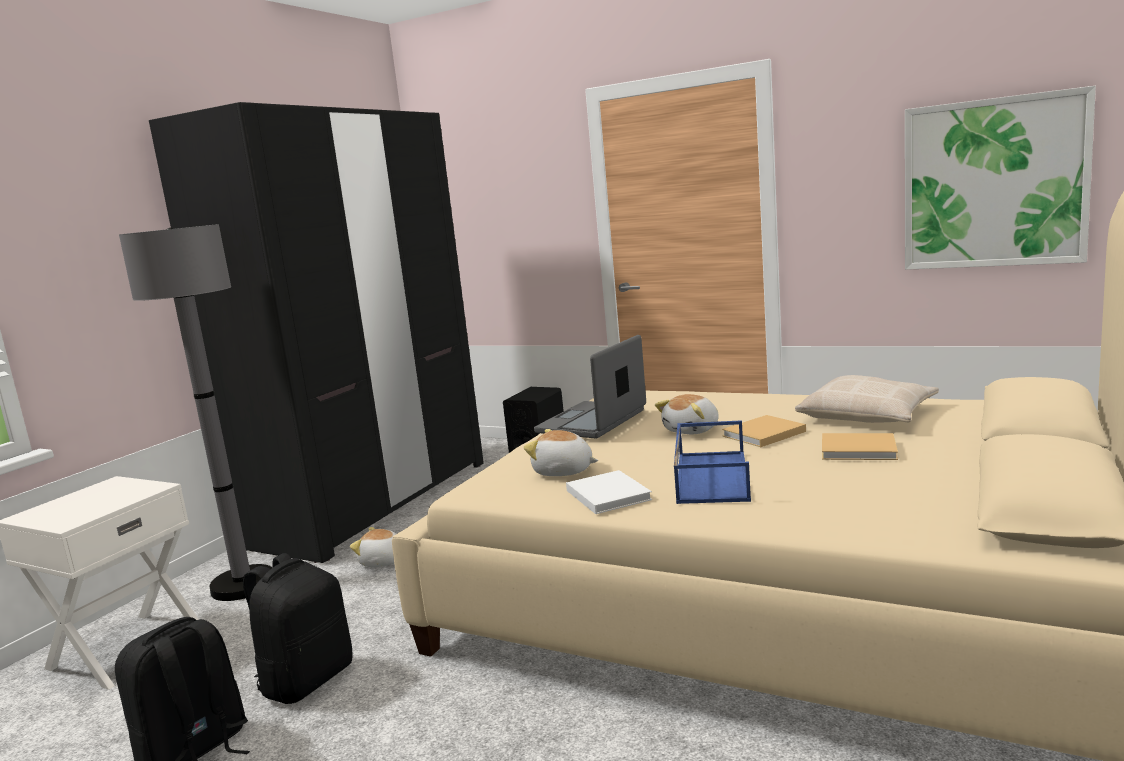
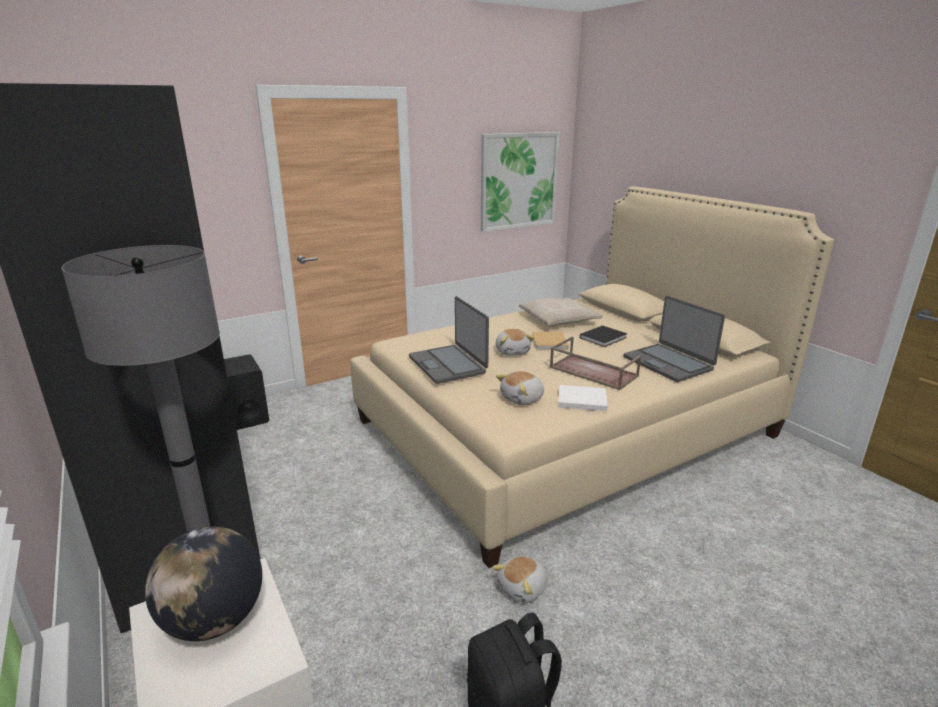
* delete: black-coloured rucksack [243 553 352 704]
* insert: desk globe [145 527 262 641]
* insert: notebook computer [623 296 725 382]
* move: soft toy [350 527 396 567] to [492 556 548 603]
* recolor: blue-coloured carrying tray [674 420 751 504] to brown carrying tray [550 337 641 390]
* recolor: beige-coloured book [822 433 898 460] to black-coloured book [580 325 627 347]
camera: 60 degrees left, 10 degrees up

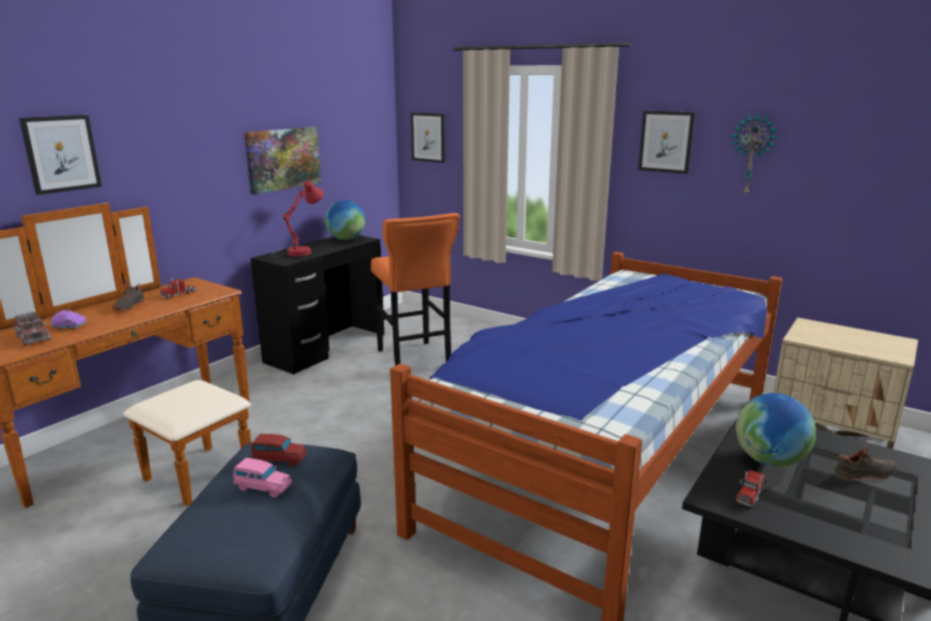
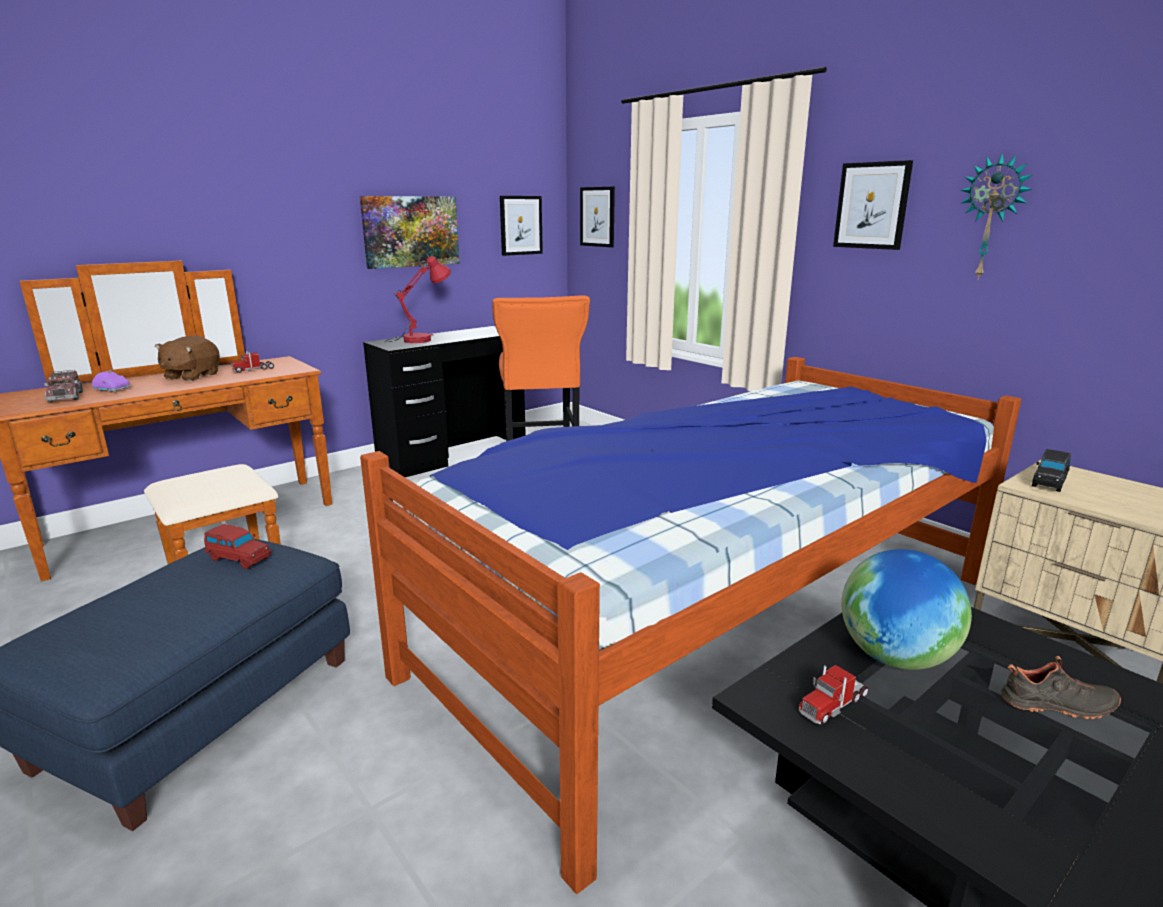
* delete: pink-coloured toy car [233 458 292 498]
* delete: desk globe [325 200 365 240]
* insert: black-coloured toy car [1032 449 1071 492]
* move: wall picture [19 115 102 195] to [500 196 543 256]
* replace: black-coloured item of footwear [112 281 145 310] to brown soft toy [155 335 220 381]
camera: 15 degrees right, 0 degrees up

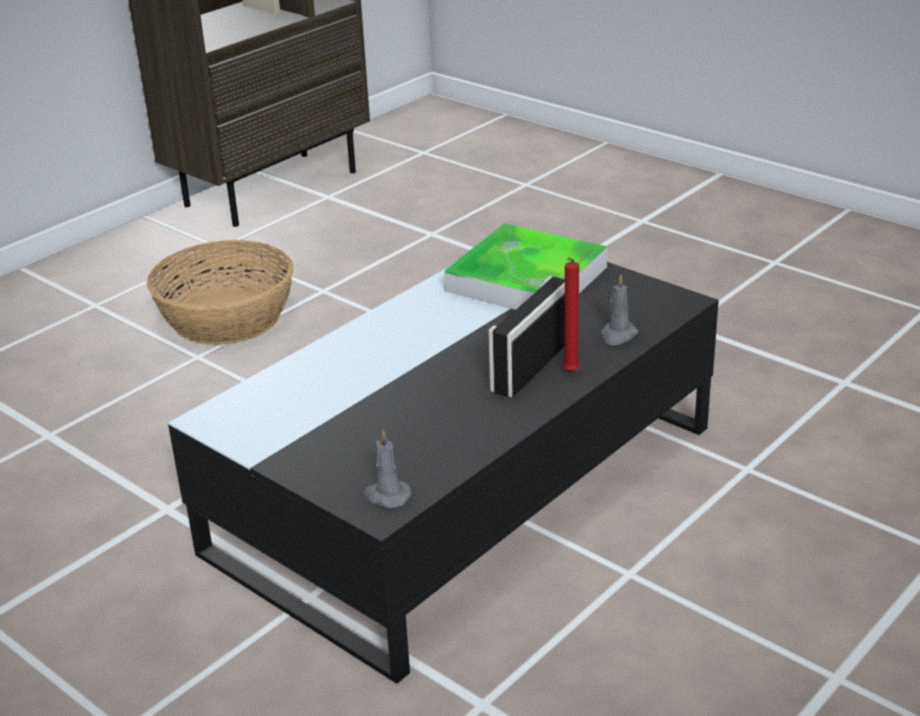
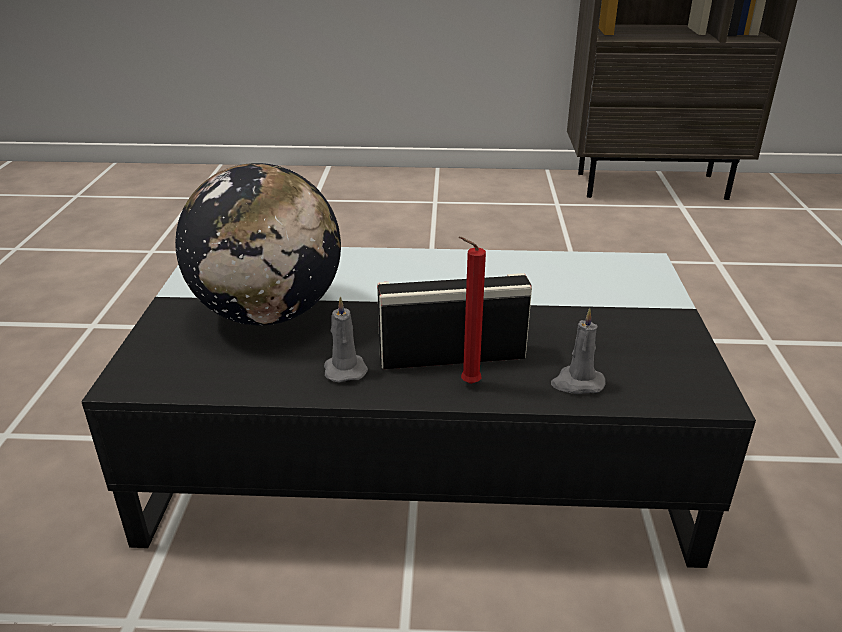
* delete: basket [147 240 294 345]
* delete: carrying tray [444 223 607 310]
* insert: desk globe [175 163 341 325]
* move: greyish wax candle [364 430 412 508] to [324 296 368 383]
camera: 50 degrees right, 0 degrees up

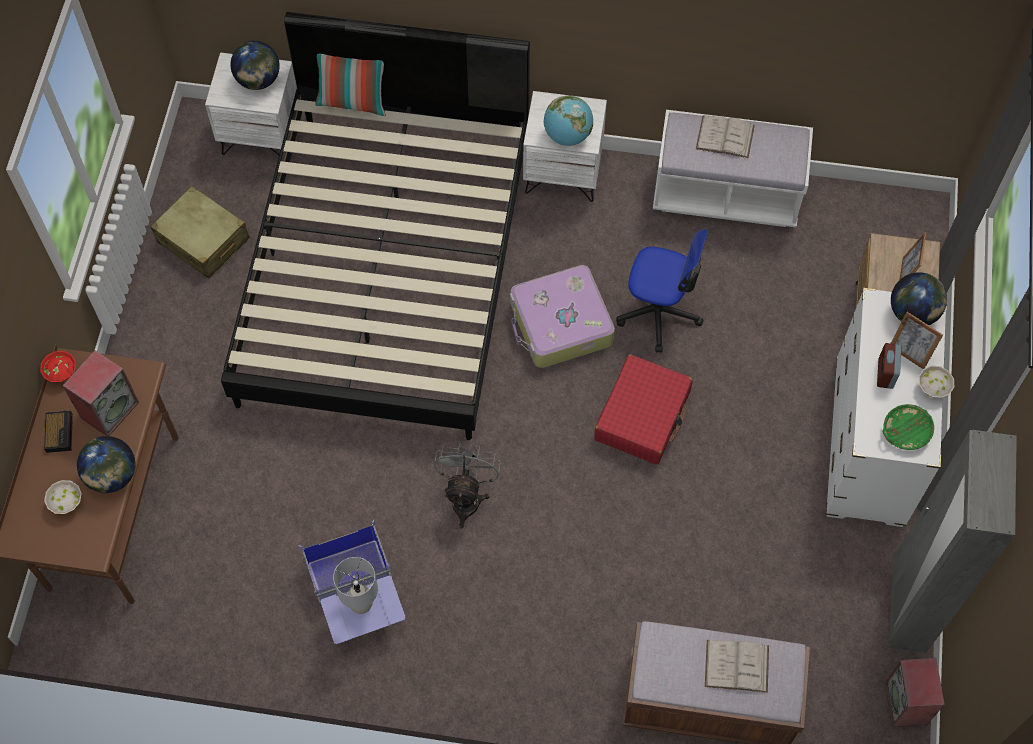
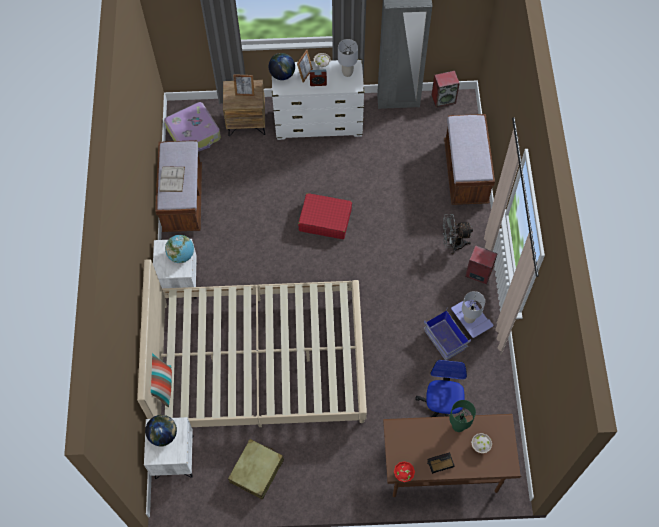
* delete: white book [705 640 769 693]
* move: speaker [63 350 139 436] to [465 245 497 284]
* move: greyish electric fan [434 442 501 529] to [442 214 473 254]
* move: piece of luggage [510 265 615 368] to [164 102 221 152]
* move: computer chair [616 229 708 353] to [415 360 467 417]
* replace: desk globe [77 436 136 493] to green-coloured tabletop lamp [449 400 476 432]
* replace: green-coloured serving bowl [882 404 934 450] to greyish tabletop lamp [338 39 358 77]
* recolor: black-coloured bedroom bed [221 12 530 440] to beige-coloured bedroom bed [137 259 367 427]
* recolor: white indoor bench [653 110 813 227] to brown indoor bench [155 140 202 232]
camera: 100 degrees left, 0 degrees up

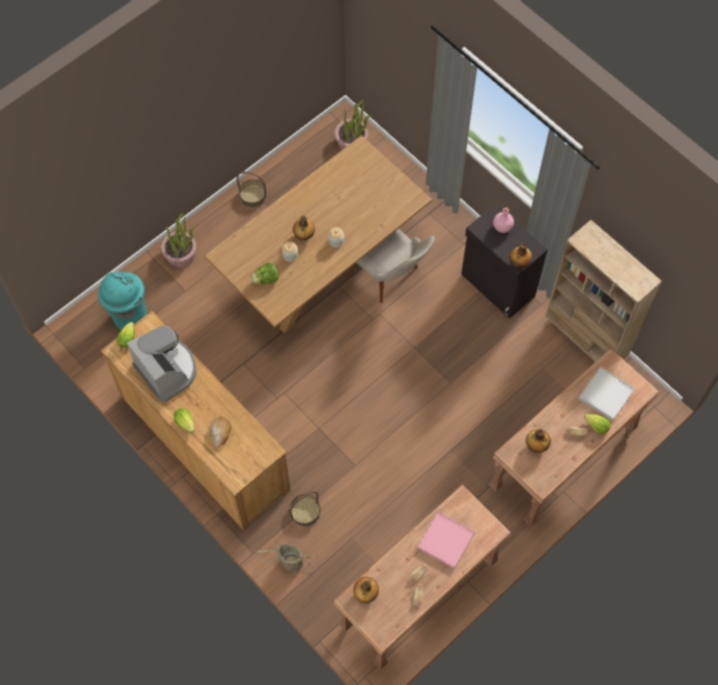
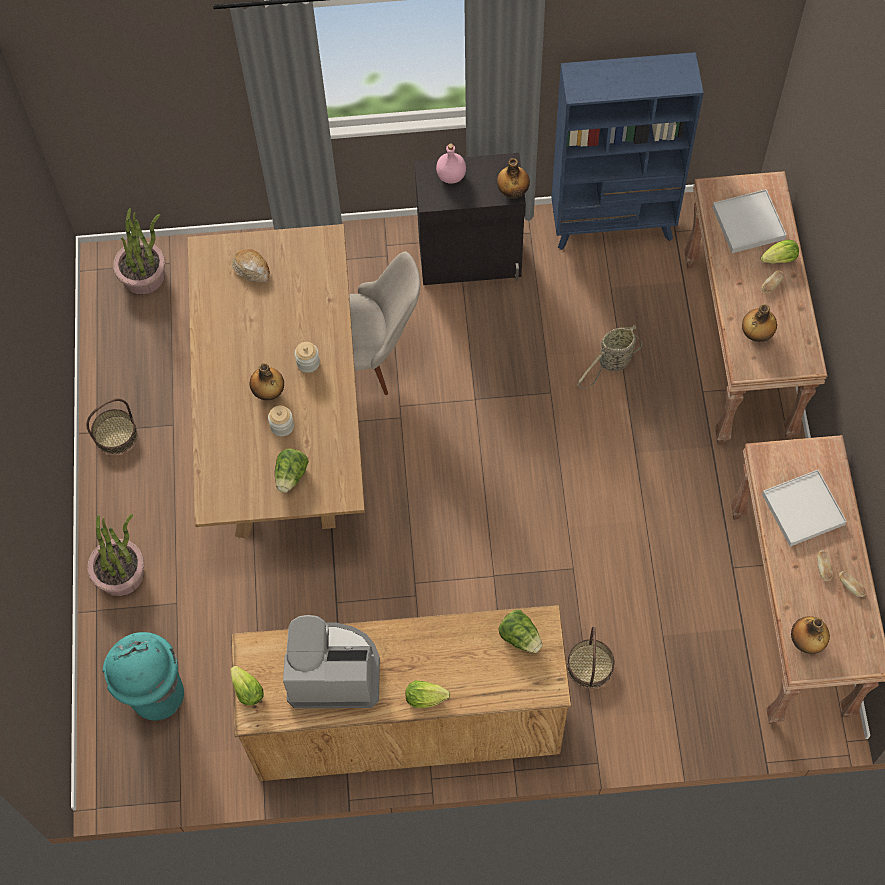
* insert: lettuce head [499 610 542 653]
* move: bread [210 416 231 447] to [232 249 270 282]
* move: basket [256 543 317 571] to [577 325 642 389]
* recolor: pink-coloured carrying tray [417 511 475 569] to white carrying tray [762 470 847 547]
* recolor: beige-coloured bookcase [544 220 662 362] to blue-coloured bookcase [551 52 703 250]
camera: 50 degrees left, 0 degrees up

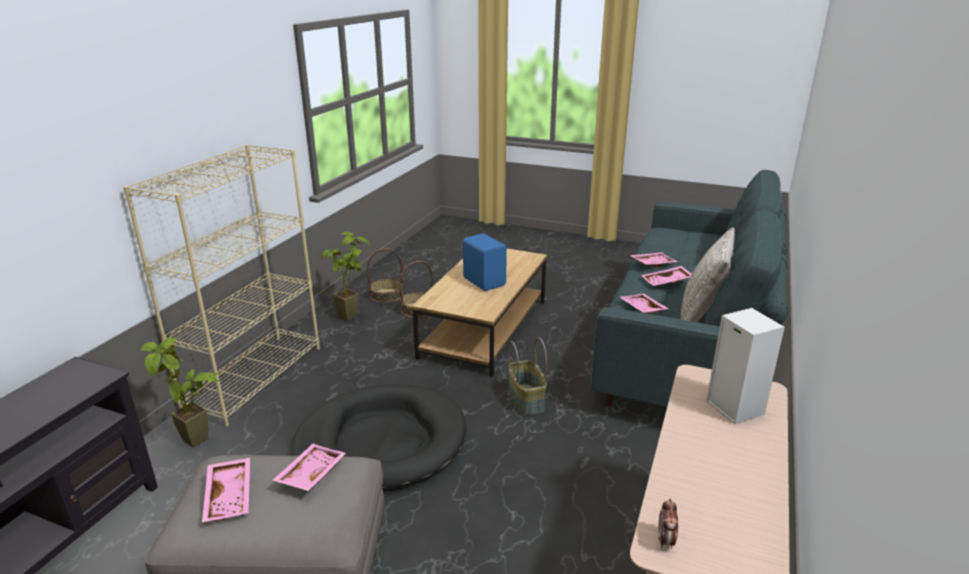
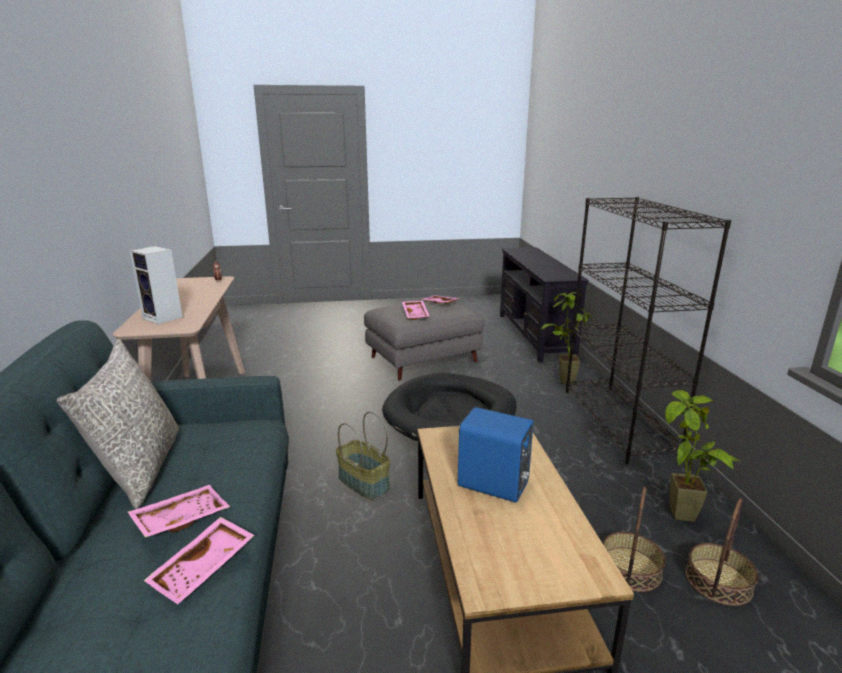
* delete: pink-coloured carrying tray [620 294 669 313]
* recolor: beige-coloured bookcase [123 144 320 426] to black-coloured bookcase [566 197 731 464]
camera: 150 degrees right, 5 degrees down

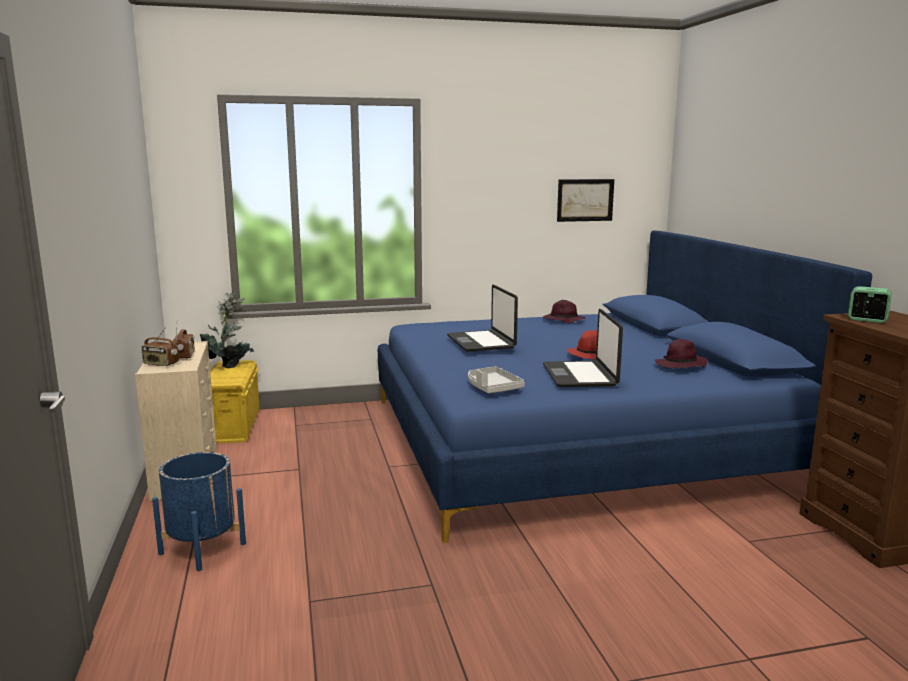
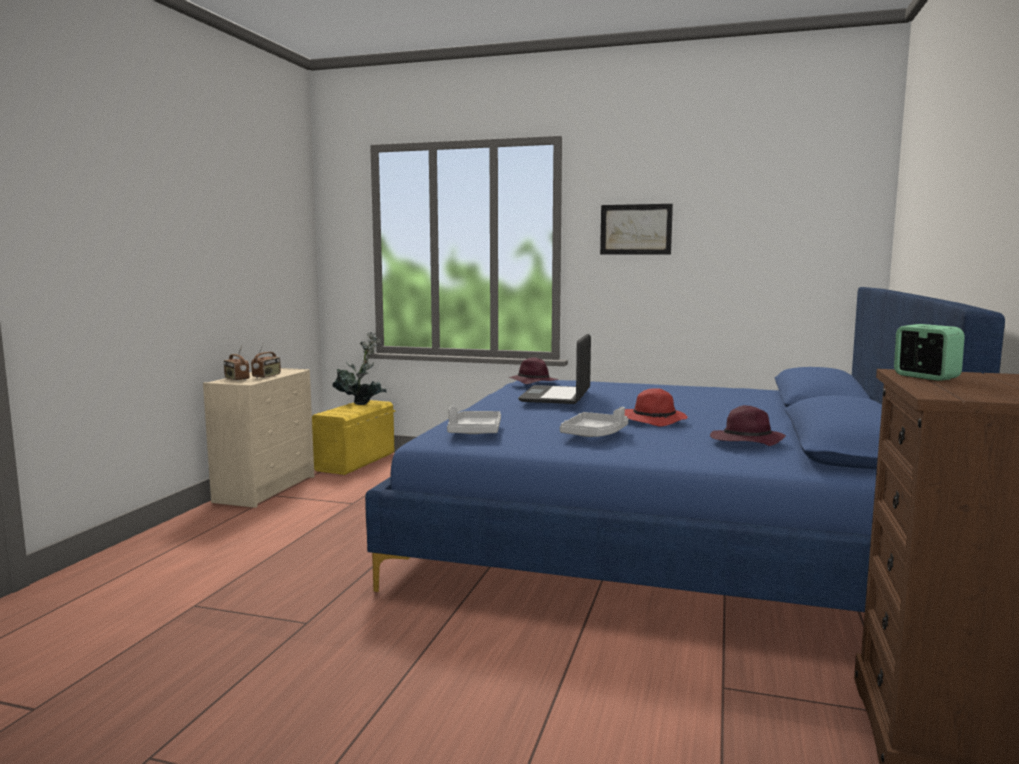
* delete: blue-coloured plant pot [152 452 246 571]
* move: purple-coloured hat [543 300 586 323] to [509 357 558 384]
* move: wall picture [557 179 614 222] to [600 204 673 255]
* replace: notebook computer [543 309 623 387] to greyish carrying tray [560 407 628 437]
camera: 30 degrees right, 5 degrees down

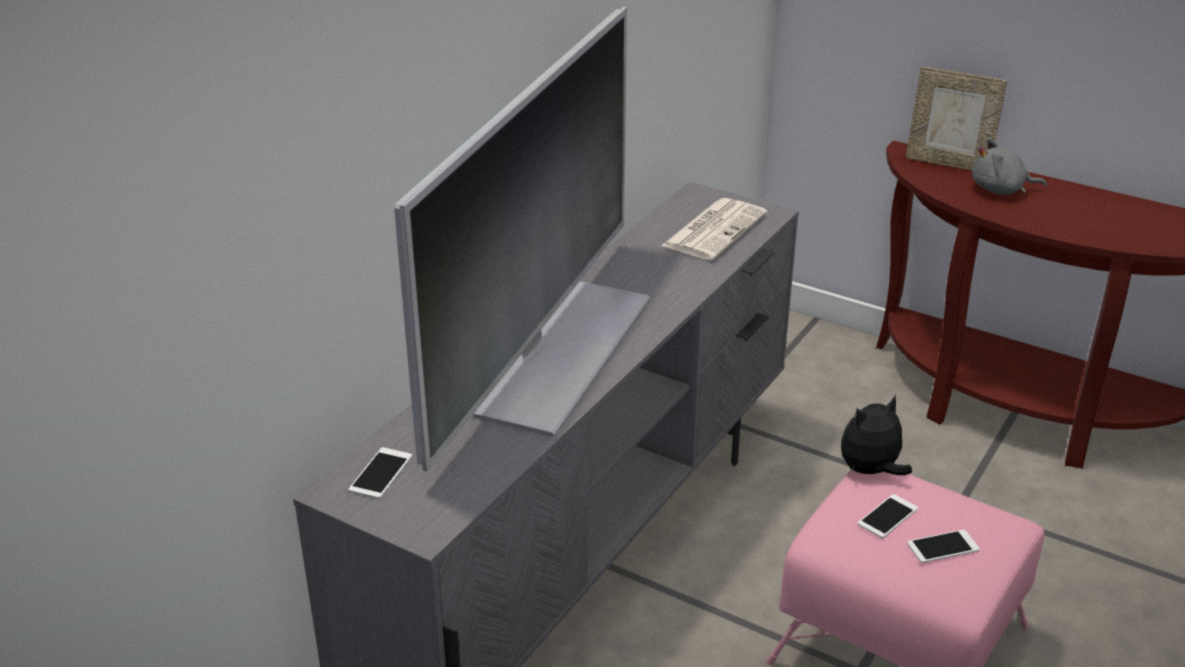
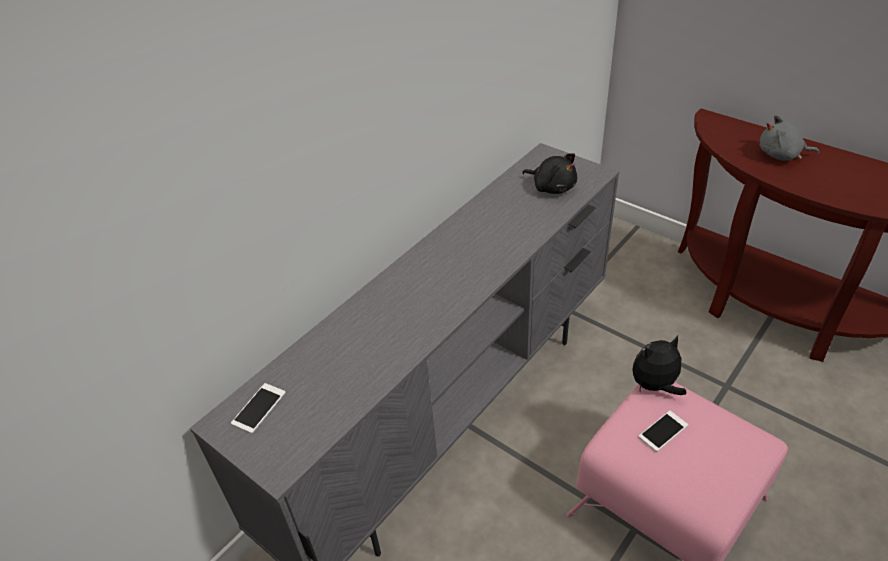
* delete: TV set [394 7 650 472]
* delete: photo frame [906 66 1007 171]
* delete: handset [907 529 980 563]
* replace: printed paper [661 198 767 260] to black-coloured soft toy [522 153 577 194]
camera: 10 degrees right, 10 degrees up

